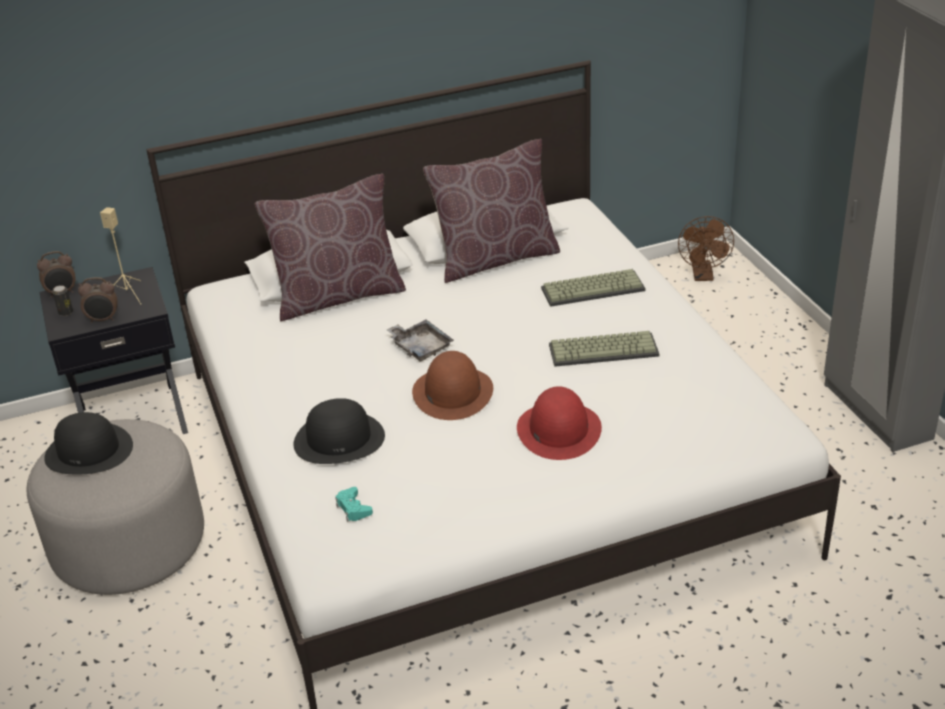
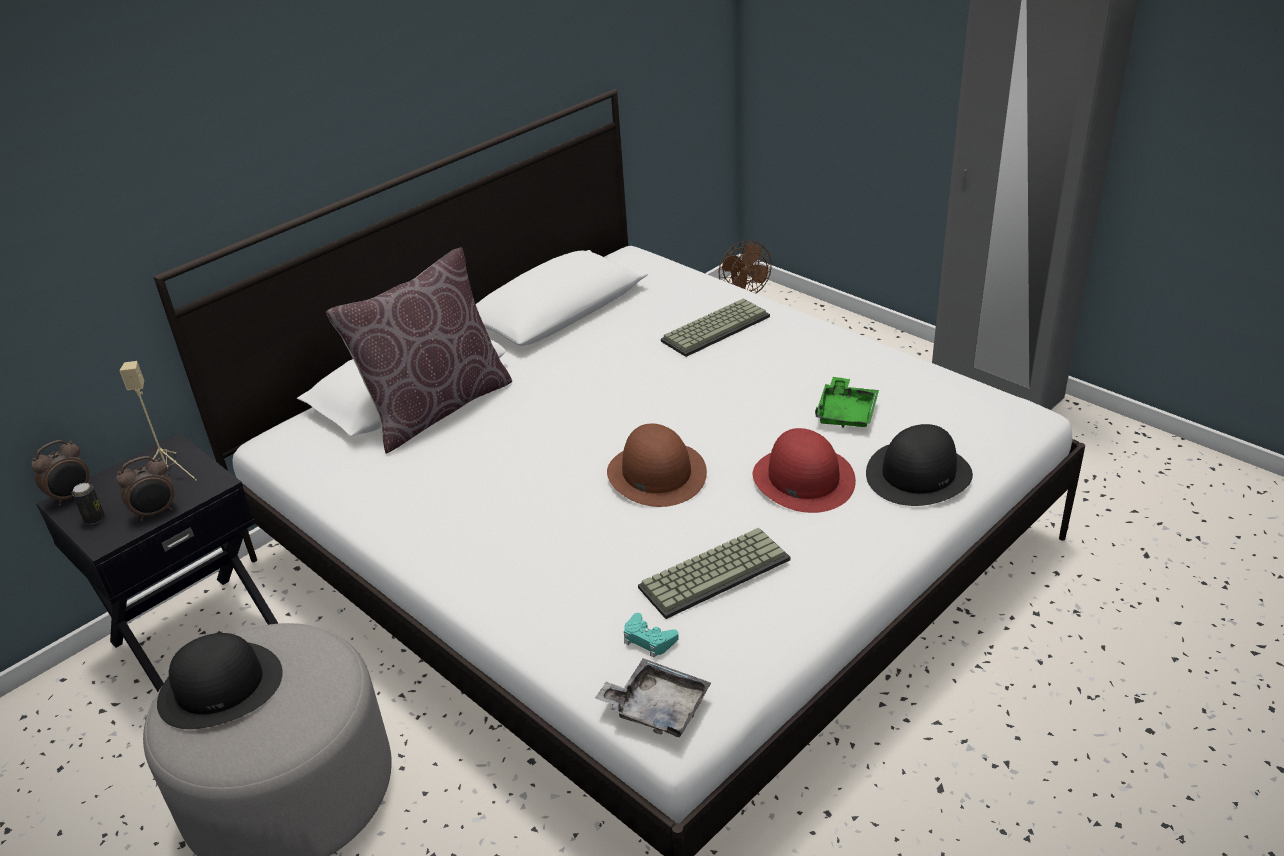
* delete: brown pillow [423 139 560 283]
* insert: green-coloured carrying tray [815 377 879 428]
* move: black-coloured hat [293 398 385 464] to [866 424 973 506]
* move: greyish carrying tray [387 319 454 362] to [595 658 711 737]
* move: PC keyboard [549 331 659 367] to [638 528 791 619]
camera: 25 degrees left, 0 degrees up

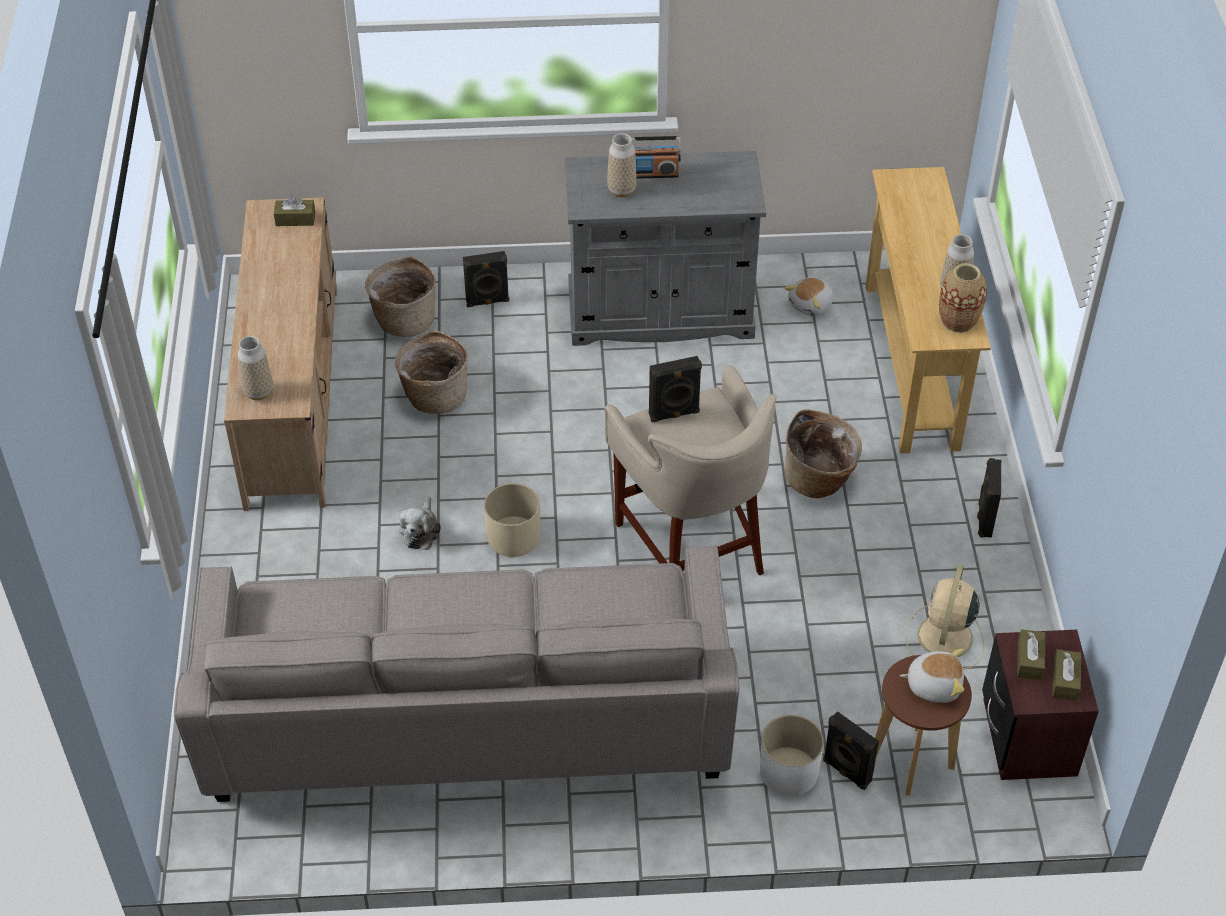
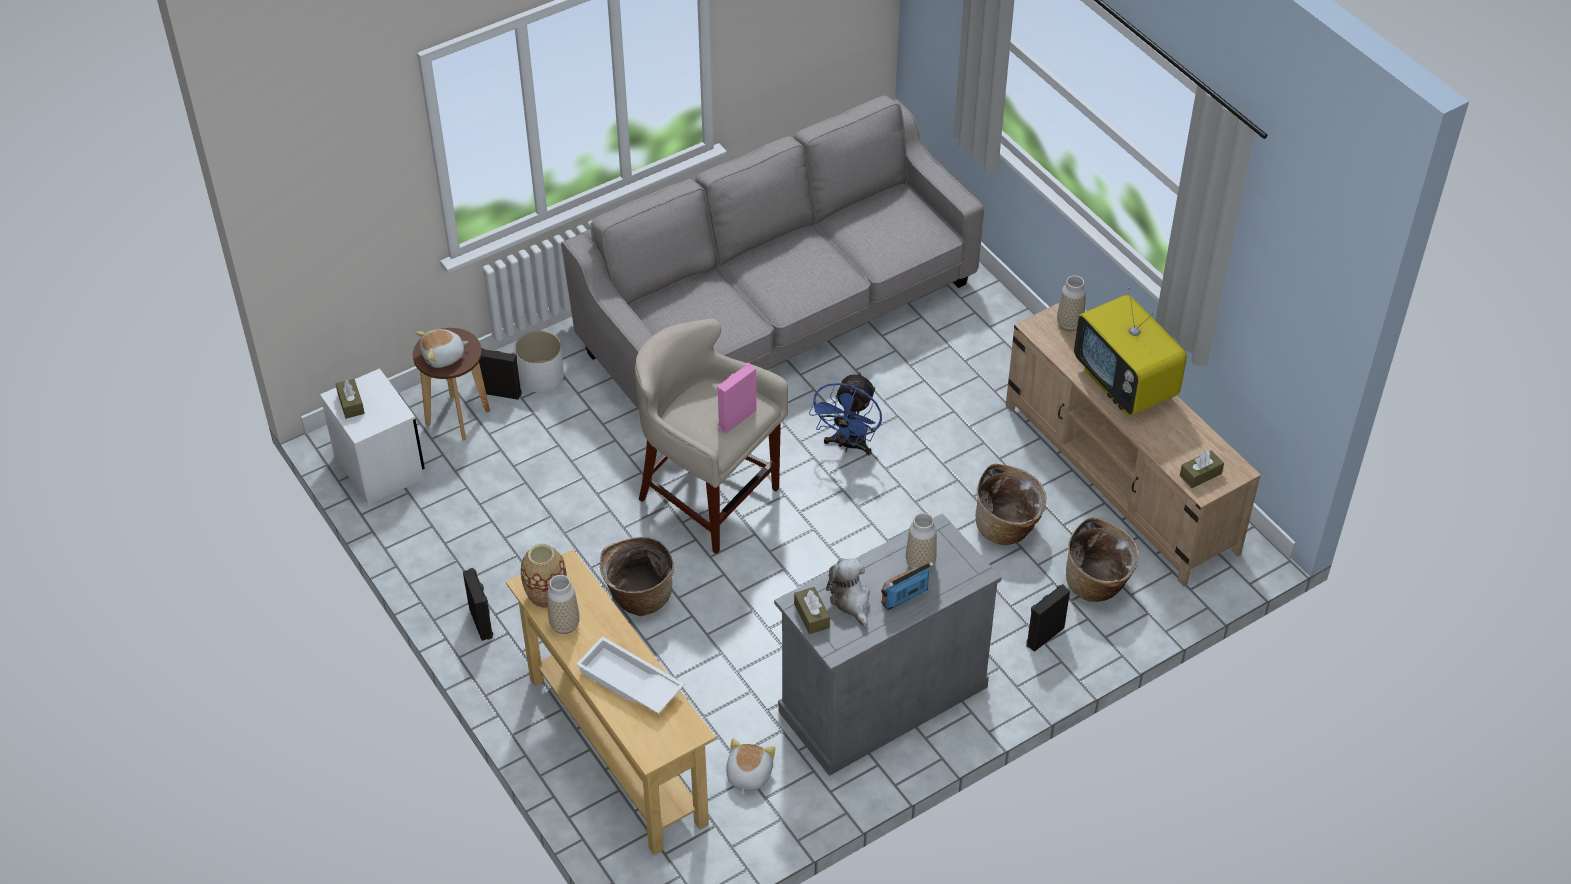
* delete: beige-coloured electric fan [906 564 984 670]
* insert: white carrying tray [576 636 685 714]
* insert: TV set [1074 287 1187 416]
* move: soft toy [400 496 441 550] to [826 558 870 627]
* move: brown tissue holder [1017 629 1045 680] to [794 587 830 634]
* replace: beige-coloured plant pot [484 483 540 557] to blue-coloured electric fan [809 372 882 456]
* recolor: black-coloured speaker [649 356 702 423] to pink-coloured speaker [717 363 757 433]
* recolor: brown bedside table [982 630 1099 780] to white bedside table [320 368 425 505]
camera: 150 degrees right, 0 degrees up

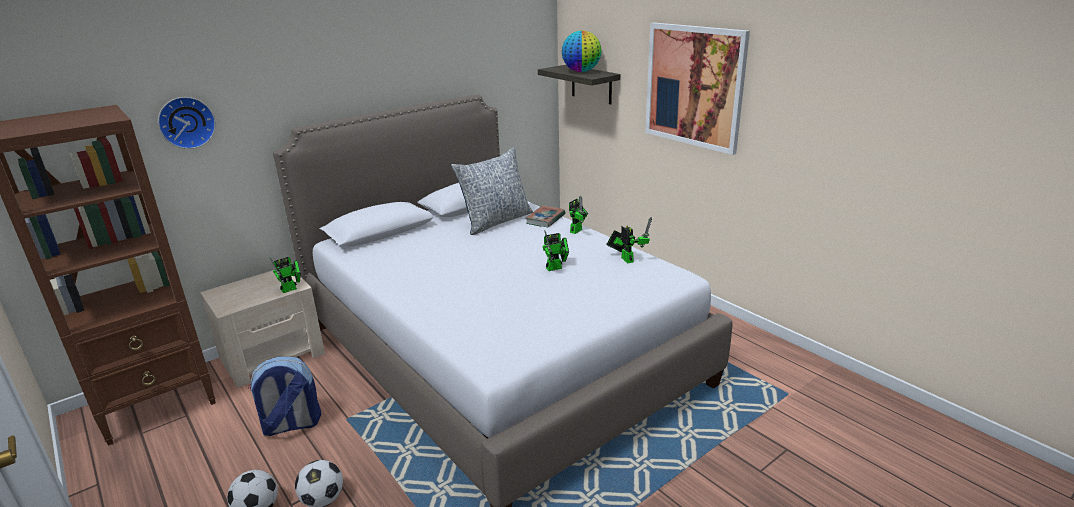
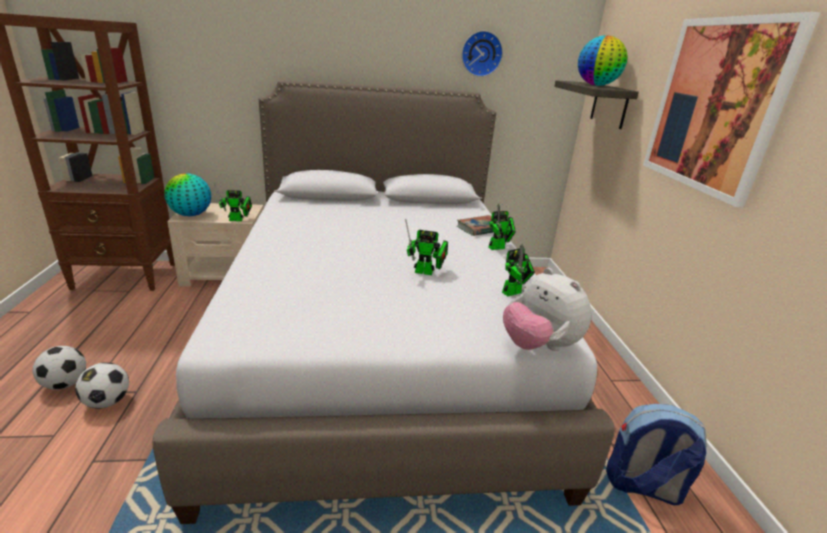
* delete: pillow [451 147 533 235]
* insert: desk globe [164 173 211 216]
* insert: soft toy [503 268 591 351]
* move: wall clock [158 97 216 149] to [462 31 503 77]
* move: rucksack [248 357 321 436] to [606 404 707 505]
* rotate: model robot [606 217 652 264] = [502 244 535 296] 45 degrees clockwise
camera: 30 degrees right, 0 degrees up

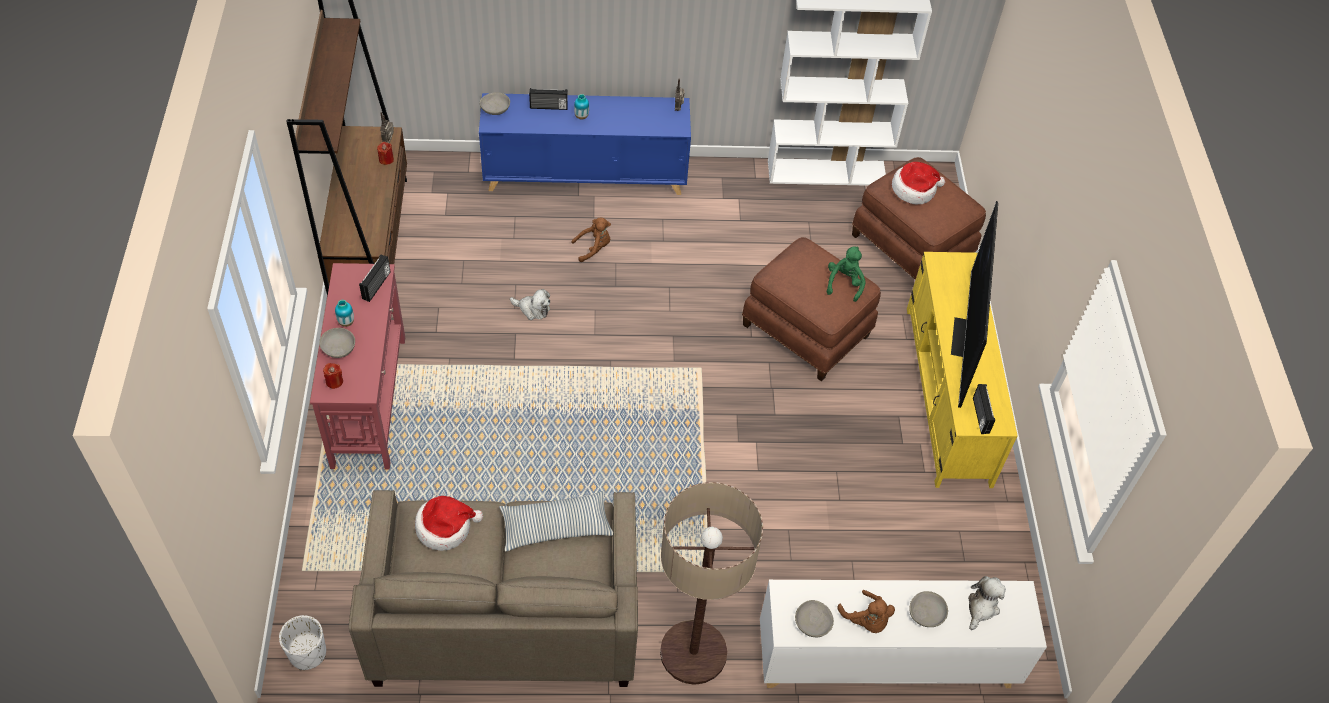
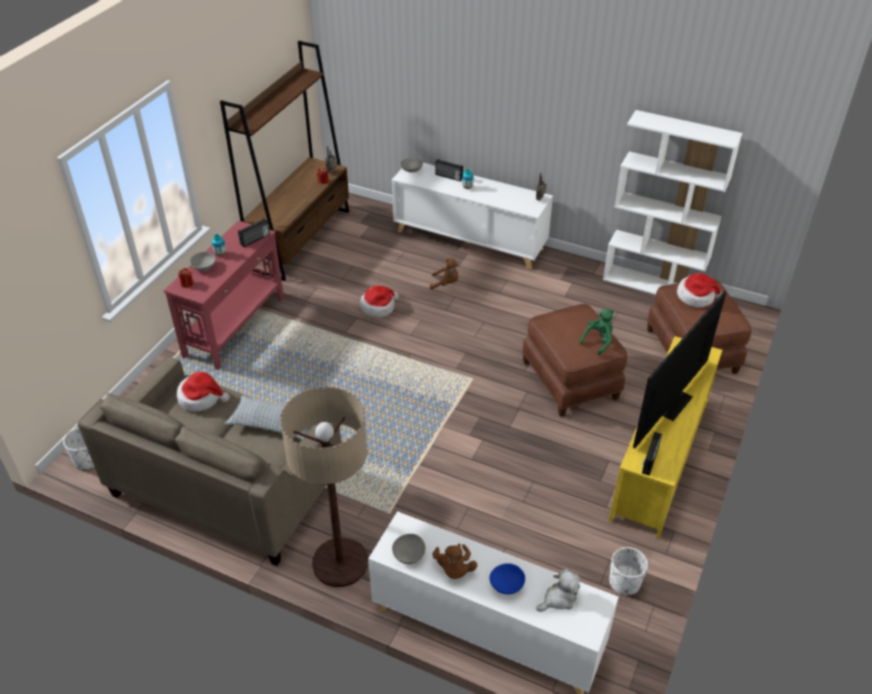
* insert: white plant pot [609 547 648 595]
* replace: soft toy [510 289 550 320] to hat [360 286 399 317]
* recolor: blue-coloured cabinet [479 93 691 195] to white cabinet [392 163 553 269]
* recolor: greyish serving bowl [909 591 948 627] to blue-coloured serving bowl [489 563 525 594]
camera: 30 degrees right, 10 degrees down

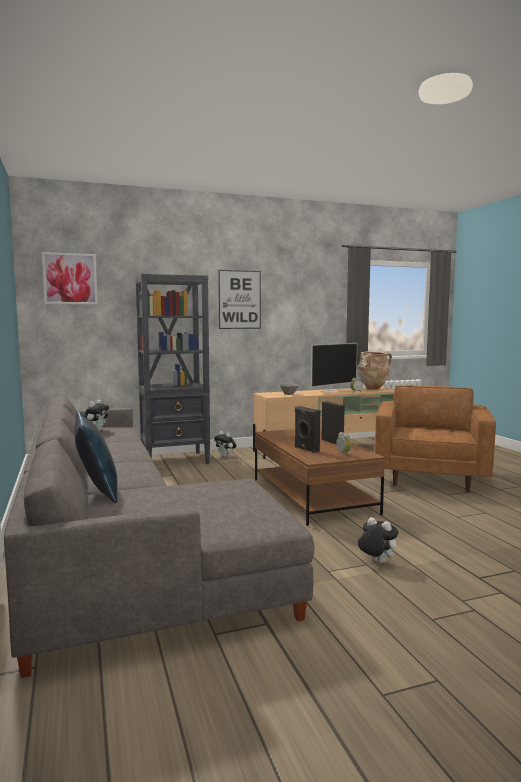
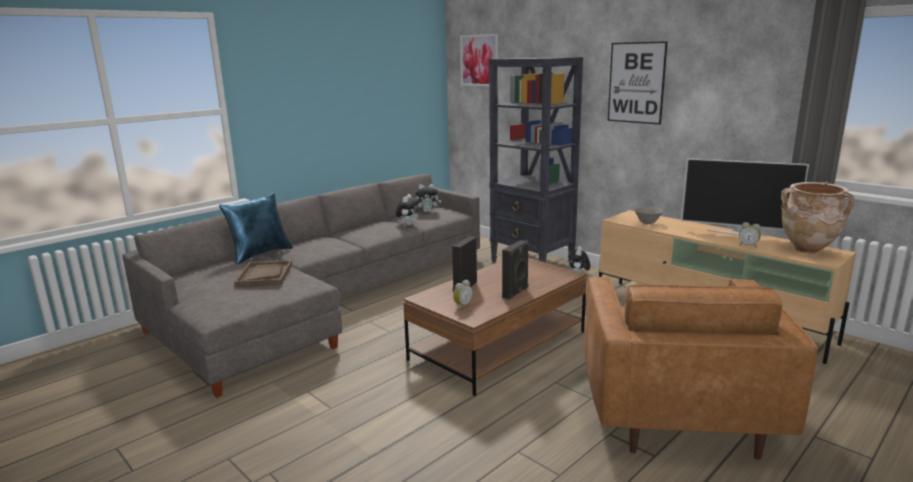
* insert: brown carrying tray [234 260 292 287]
* move: soft toy [358 517 399 563] to [396 194 419 225]
* rotate: brown easy chair [374 385 496 492] = [584 277 818 460] 105 degrees clockwise
camera: 65 degrees right, 10 degrees up

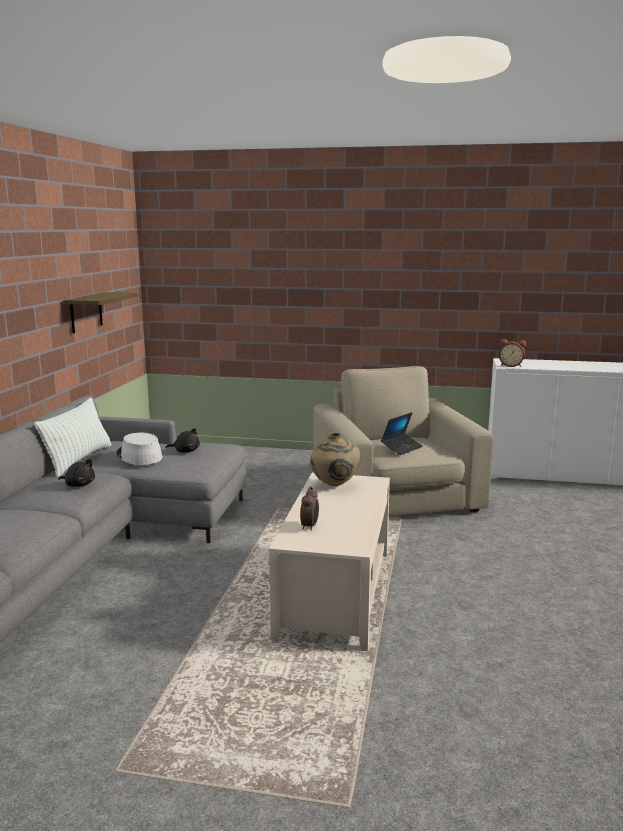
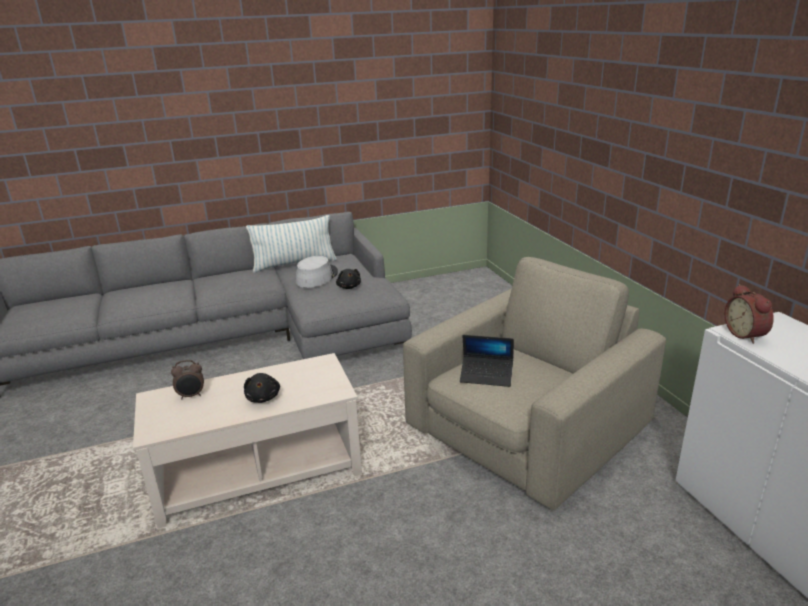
* delete: shelf [63 292 138 333]
* delete: beige-coloured vase [310 433 361 486]
* move: black-coloured soft toy [58 459 95 487] to [244 373 280 403]
camera: 60 degrees right, 10 degrees up

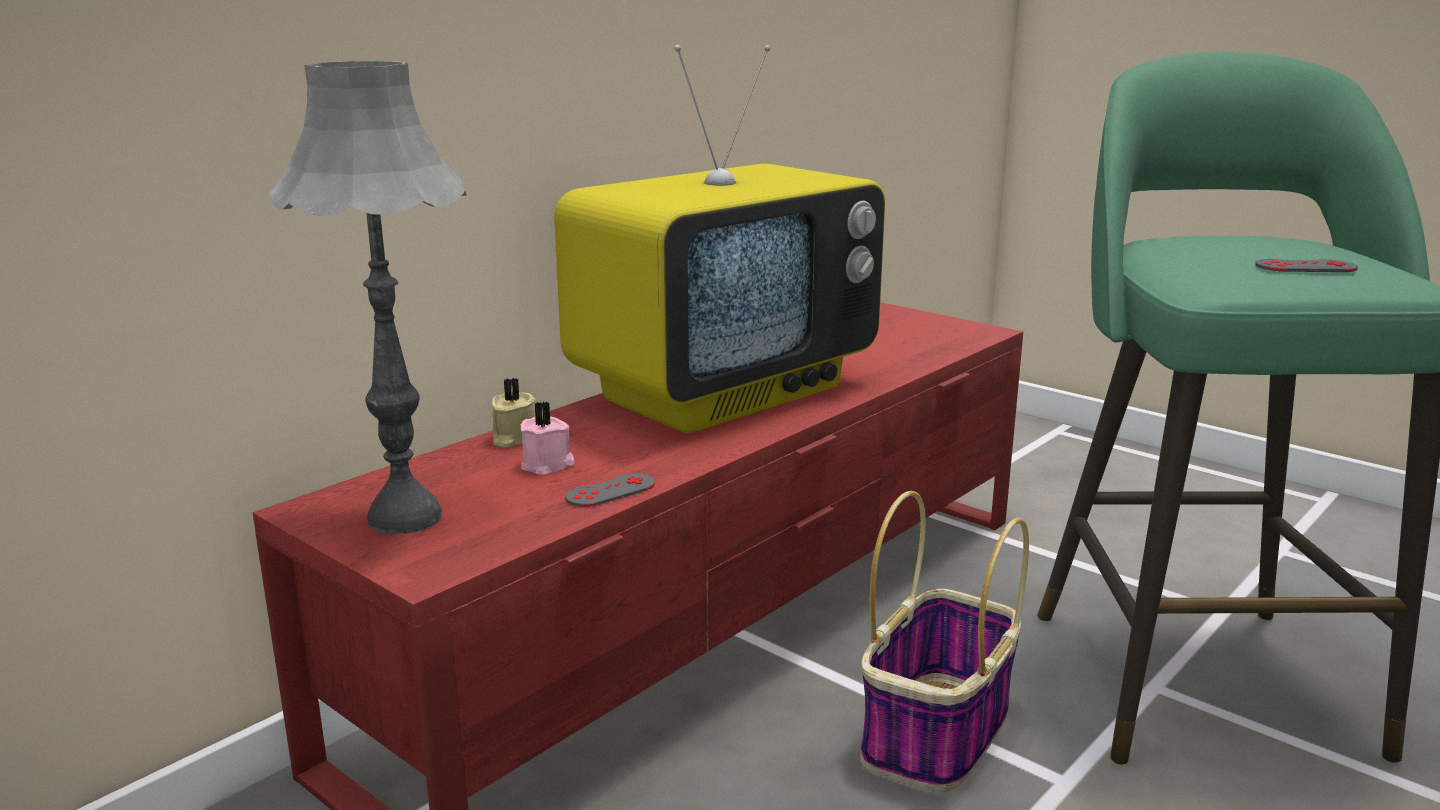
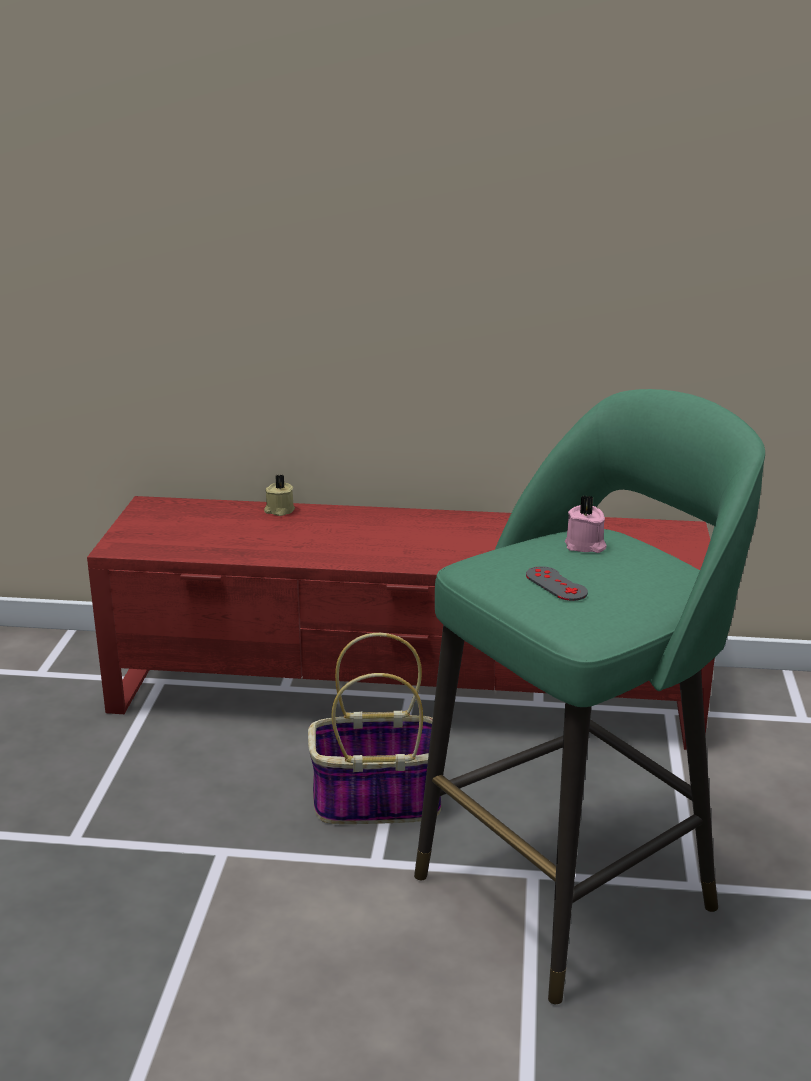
* delete: greyish tabletop lamp [268 61 466 534]
* delete: TV set [554 45 885 434]
* delete: greyish joypad [565 473 654 507]
* move: pink-coloured wax candle [521 402 575 475] to [565 495 607 553]
camera: 55 degrees right, 5 degrees up

